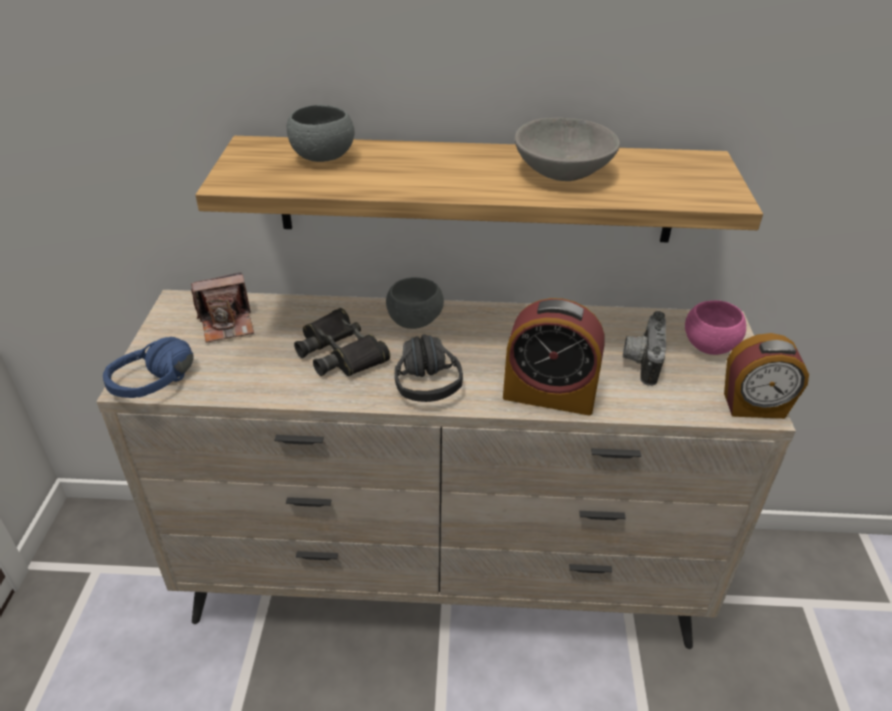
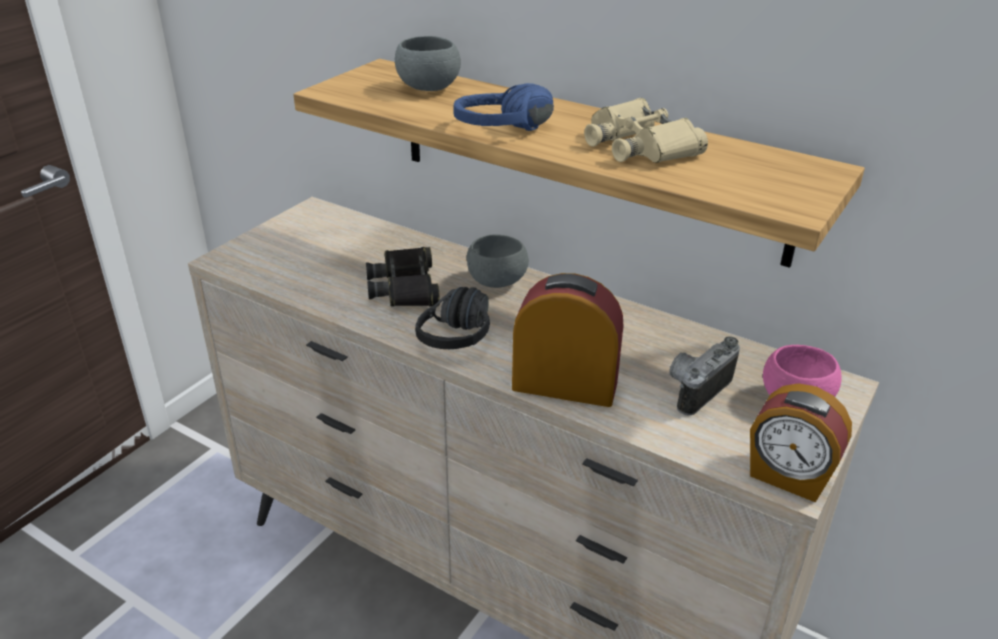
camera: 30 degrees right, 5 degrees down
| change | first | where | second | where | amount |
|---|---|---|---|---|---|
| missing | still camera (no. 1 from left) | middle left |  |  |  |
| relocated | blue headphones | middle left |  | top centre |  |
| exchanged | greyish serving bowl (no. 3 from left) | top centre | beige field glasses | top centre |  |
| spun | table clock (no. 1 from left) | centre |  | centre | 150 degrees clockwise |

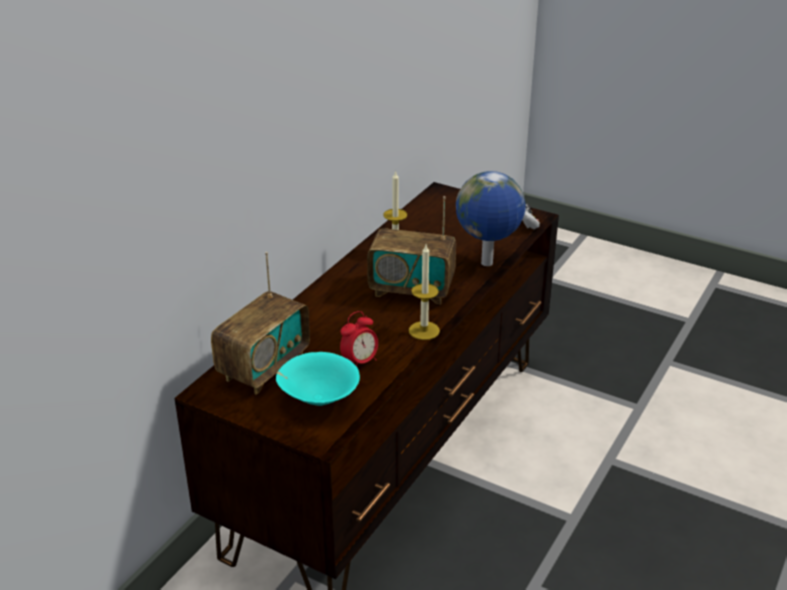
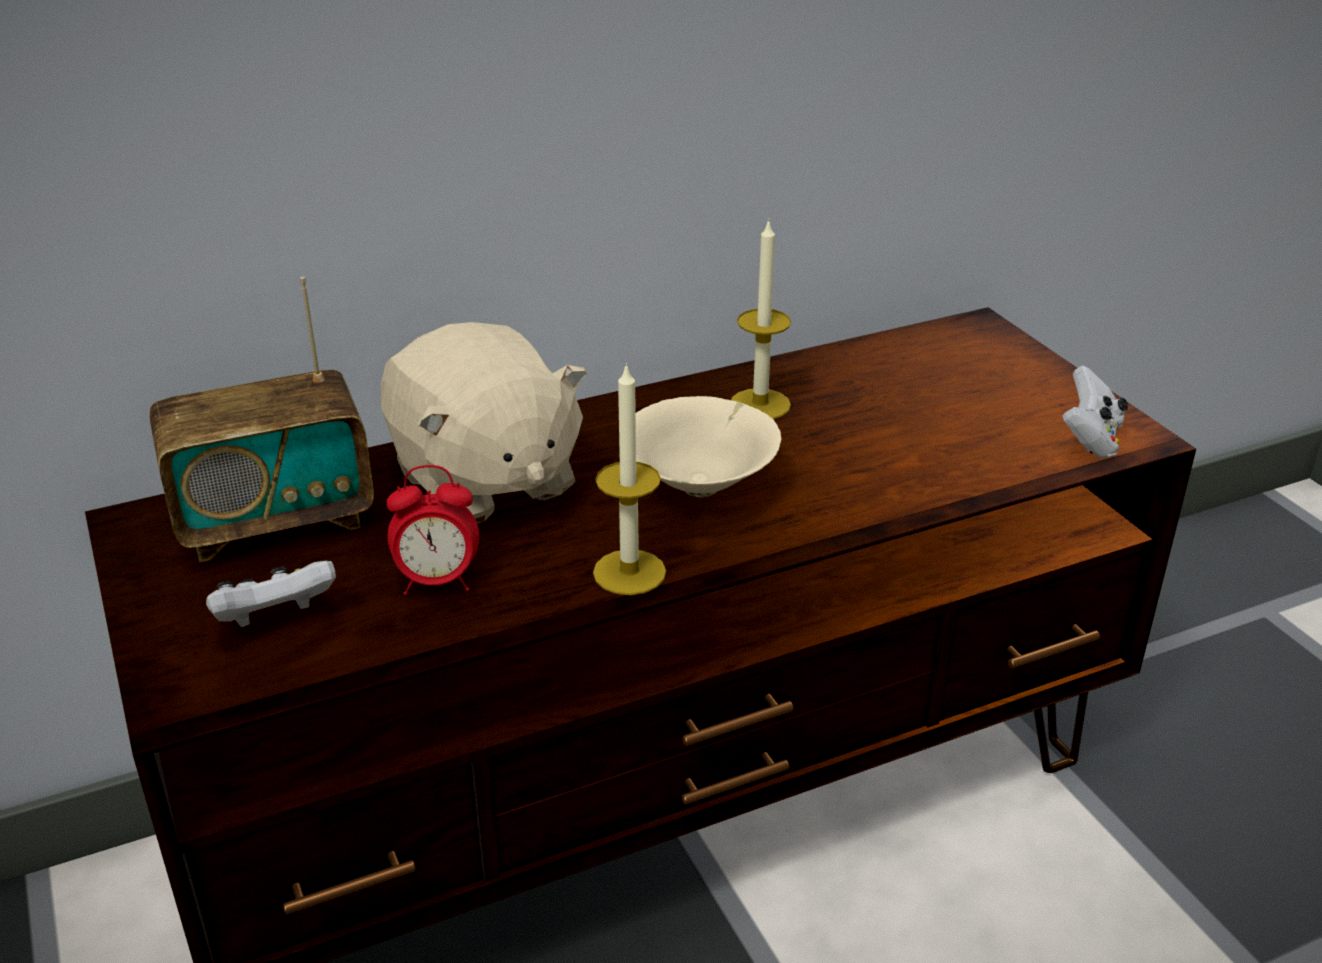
camera: 35 degrees right, 0 degrees up
| change | first | where | second | where | amount |
|---|---|---|---|---|---|
| missing | globe | centre |  |  |  |
| appeared |  |  | beige cuddly toy | centre |  |
| exchanged | turquoise-coloured serving bowl | centre | white-coloured joypad (no. 1 from left) | middle left |  |
| exchanged | radio (no. 2 from left) | centre | beige serving bowl | centre |  |

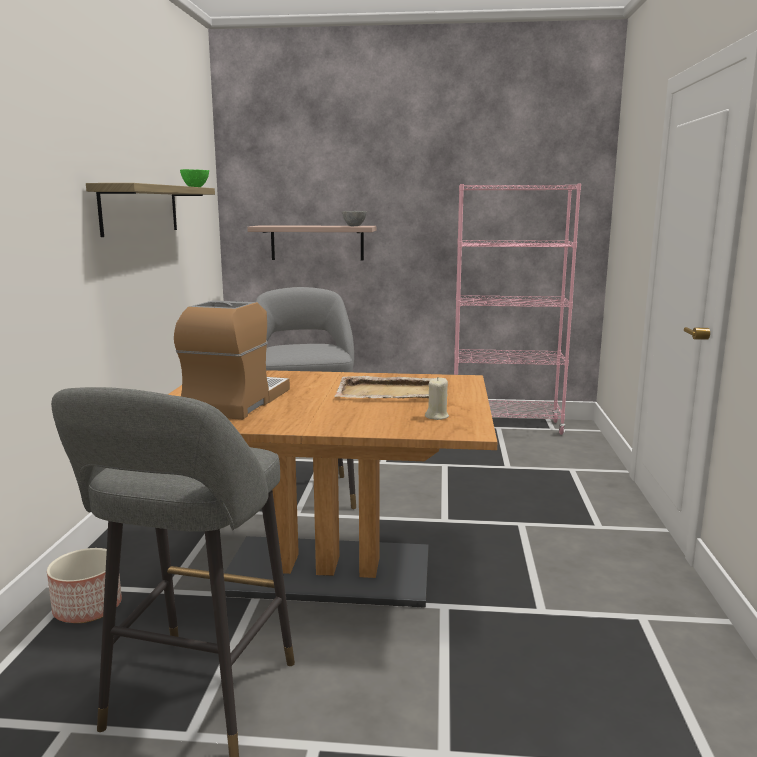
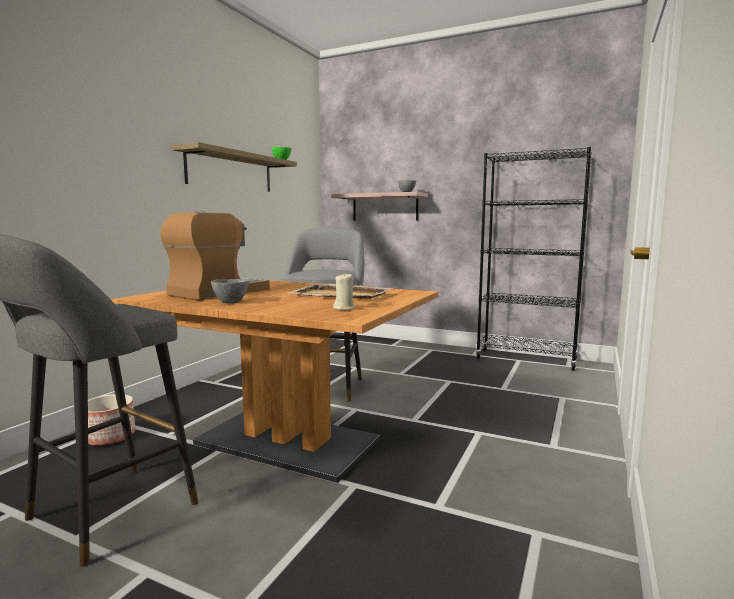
camera: 20 degrees right, 5 degrees down
| change | first | where | second | where | amount |
|---|---|---|---|---|---|
| appeared |  |  | greyish serving bowl (no. 1 from left) | middle left |  |
| colour | pink bookcase | middle right | black bookcase | middle right |  |

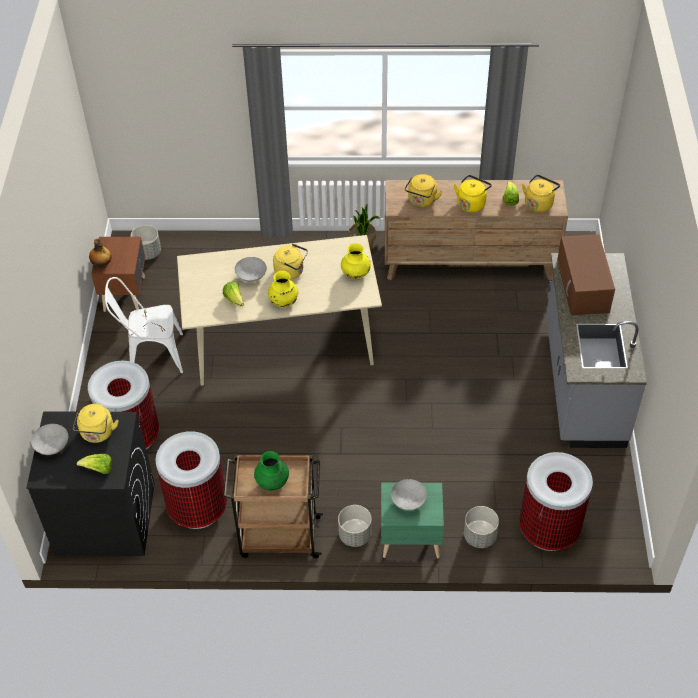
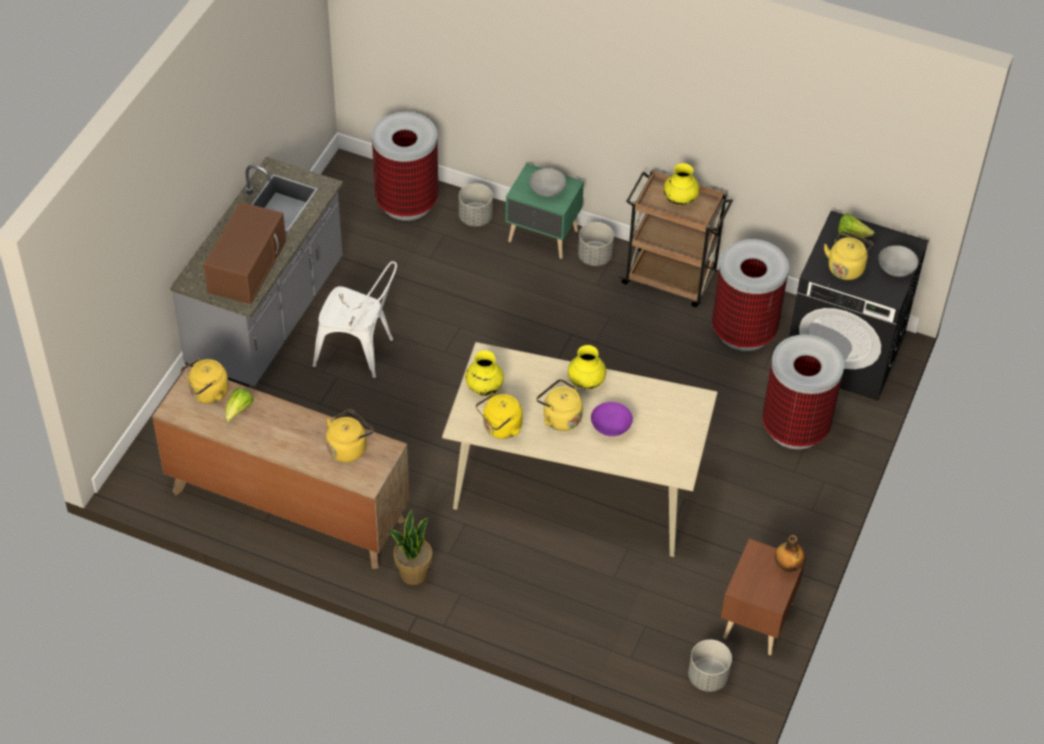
camera: 160 degrees left, 0 degrees up
| change | first | where | second | where | amount |
|---|---|---|---|---|---|
| missing | lettuce (no. 2 from left) | centre |  |  |  |
| relocated | white-coloured chair | middle left |  | centre |  |
| relocated | yellowish water kettle (no. 4 from left in the first image) | top right | yellowish water kettle (no. 3 from left) | centre |  |
| colour | greyish serving bowl (no. 2 from left) | centre | purple serving bowl | centre |  |
| colour | green-coloured vase | bottom centre | yellowish vase (no. 3 from left) | top centre |  |

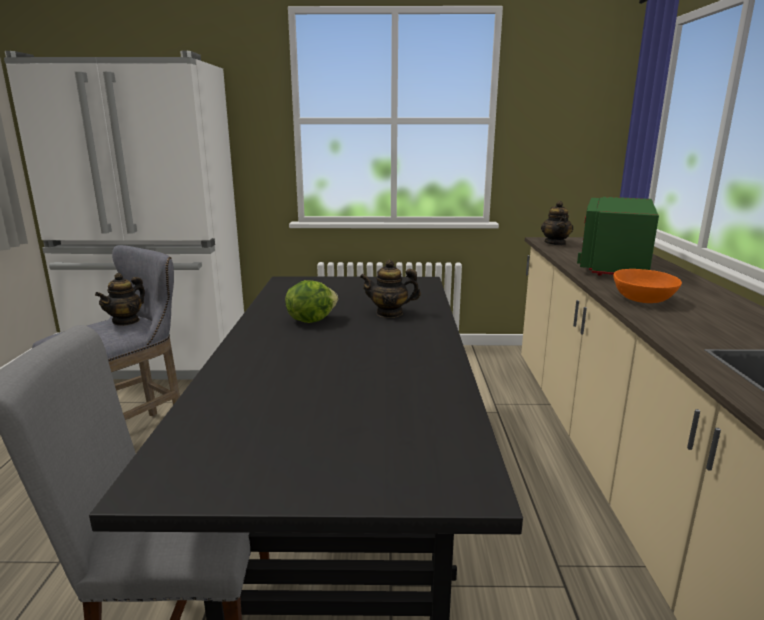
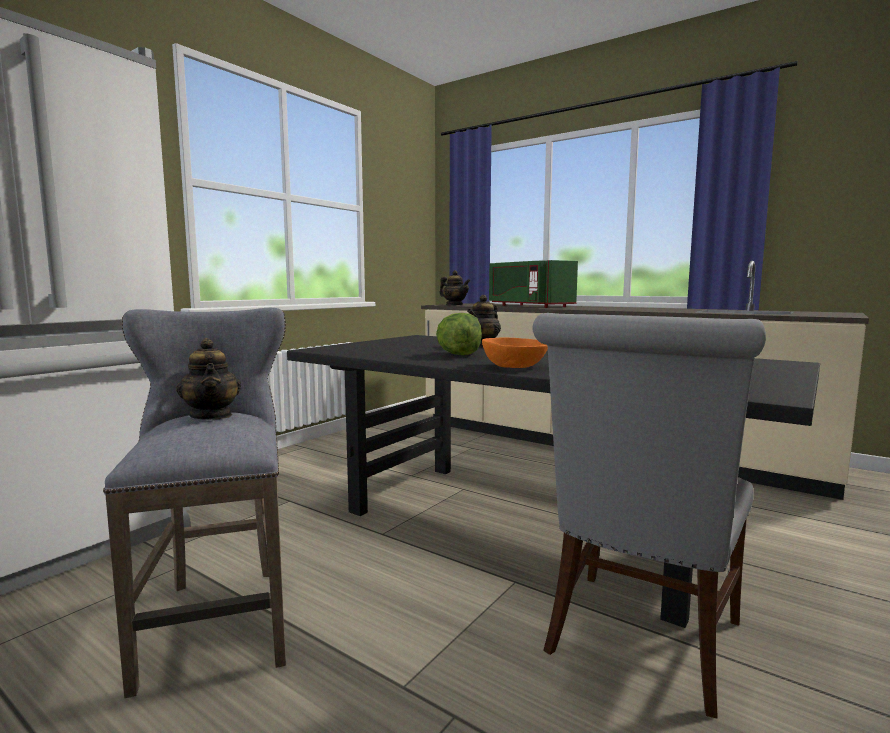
camera: 55 degrees left, 10 degrees down
| change | first | where | second | where | amount |
|---|---|---|---|---|---|
| relocated | orange serving bowl | middle right |  | centre |  |

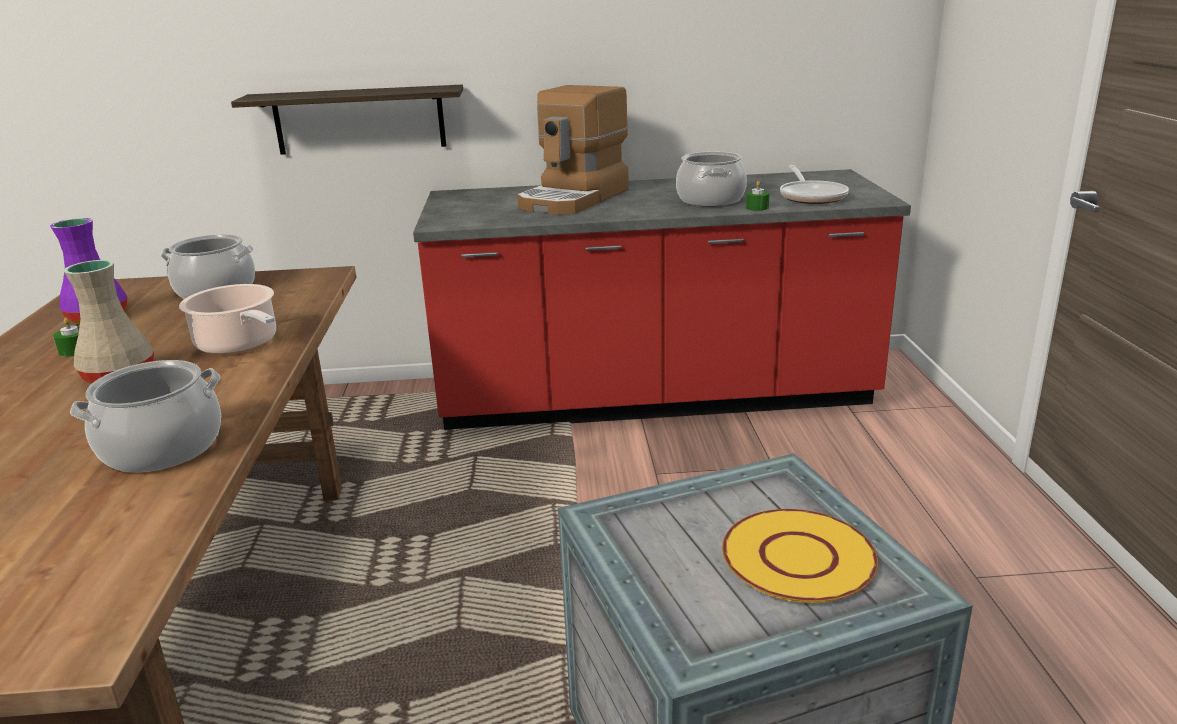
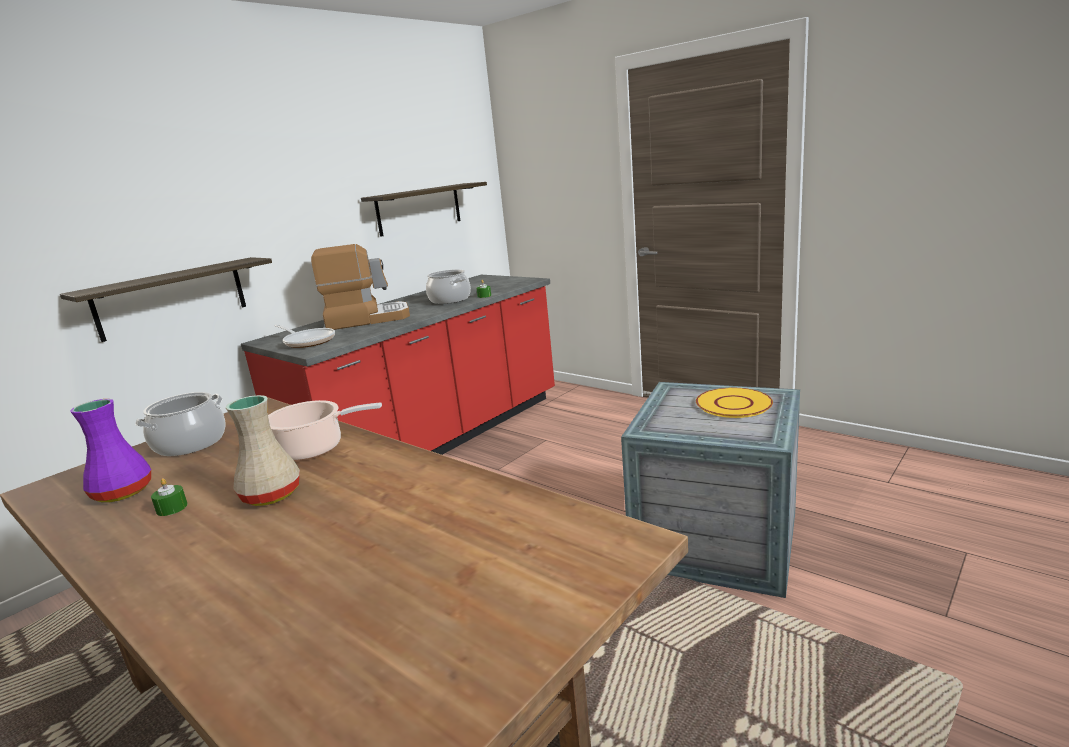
camera: 45 degrees left, 5 degrees down
| change | first | where | second | where | amount |
|---|---|---|---|---|---|
| missing | saucepot (no. 1 from left) | middle left |  |  |  |
| appeared |  |  | wall shelf (no. 2 from left) | top centre |  |
| relocated | frying pan | top right |  | middle left |  |
| spun | coffee maker | top centre |  | centre | 90 degrees counterclockwise |

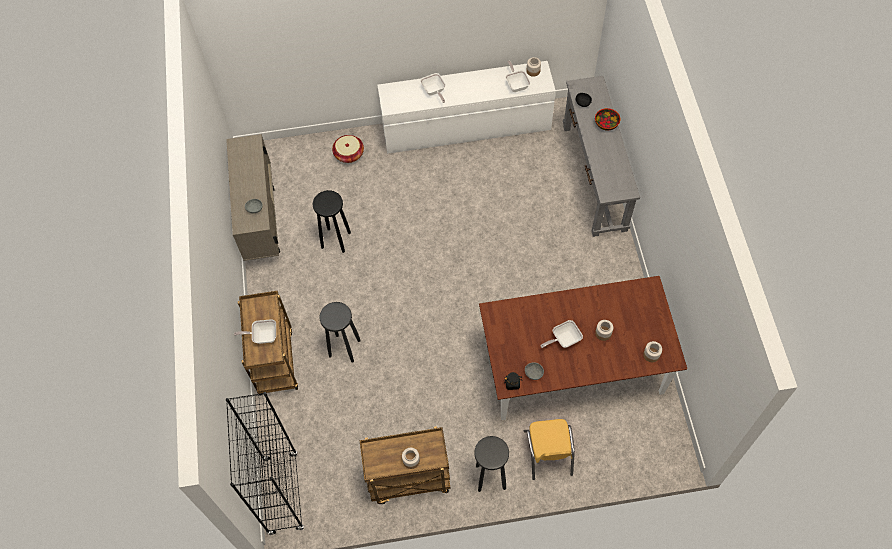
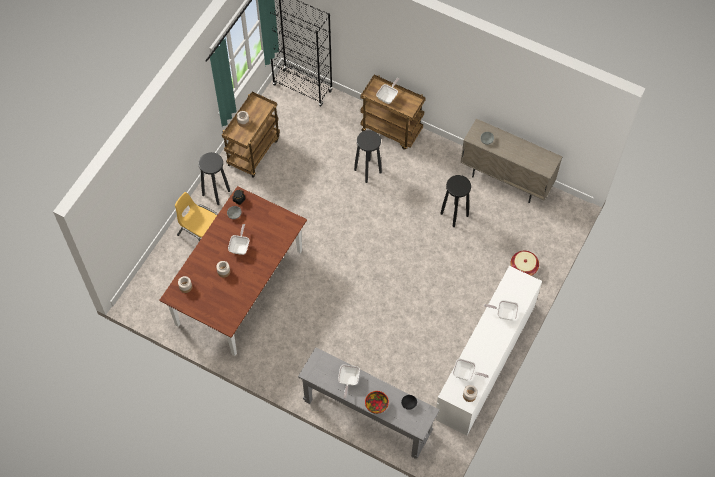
camera: 125 degrees right, 0 degrees up
| change | first | where | second | where | amount |
|---|---|---|---|---|---|
| appeared |  |  | frying pan (no. 2 from left) | bottom centre |  |

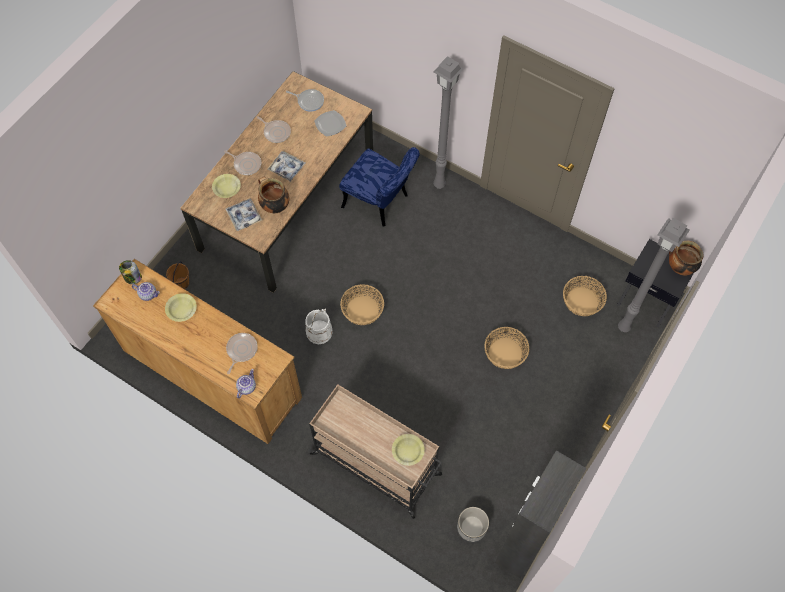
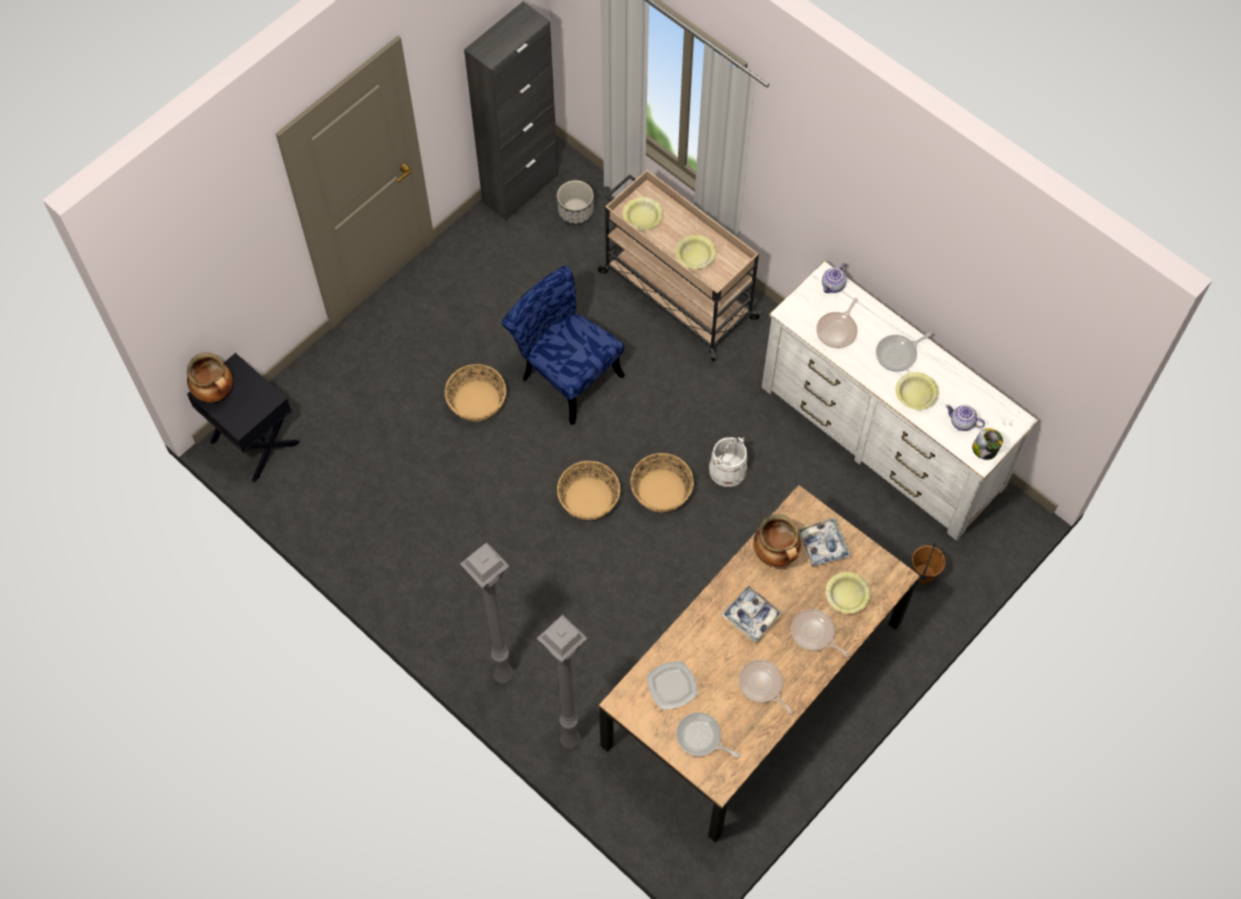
camera: 170 degrees left, 0 degrees up
| change | first | where | second | where | amount |
|---|---|---|---|---|---|
| appeared |  |  | yellowish serving bowl (no. 2 from left) | top centre |  |
| appeared |  |  | frying pan (no. 5 from left) | middle right |  |
| relocated | blue chair | top centre |  | centre |  |
| relocated | household basket (no. 3 from left in the first image) | middle right | household basket (no. 2 from left) | centre |  |
| relocated | greyish standing lamp (no. 2 from left) | middle right |  | bottom centre |  |
| colour | brownish chest of drawers | middle left | white-coloured chest of drawers | middle right |  |

